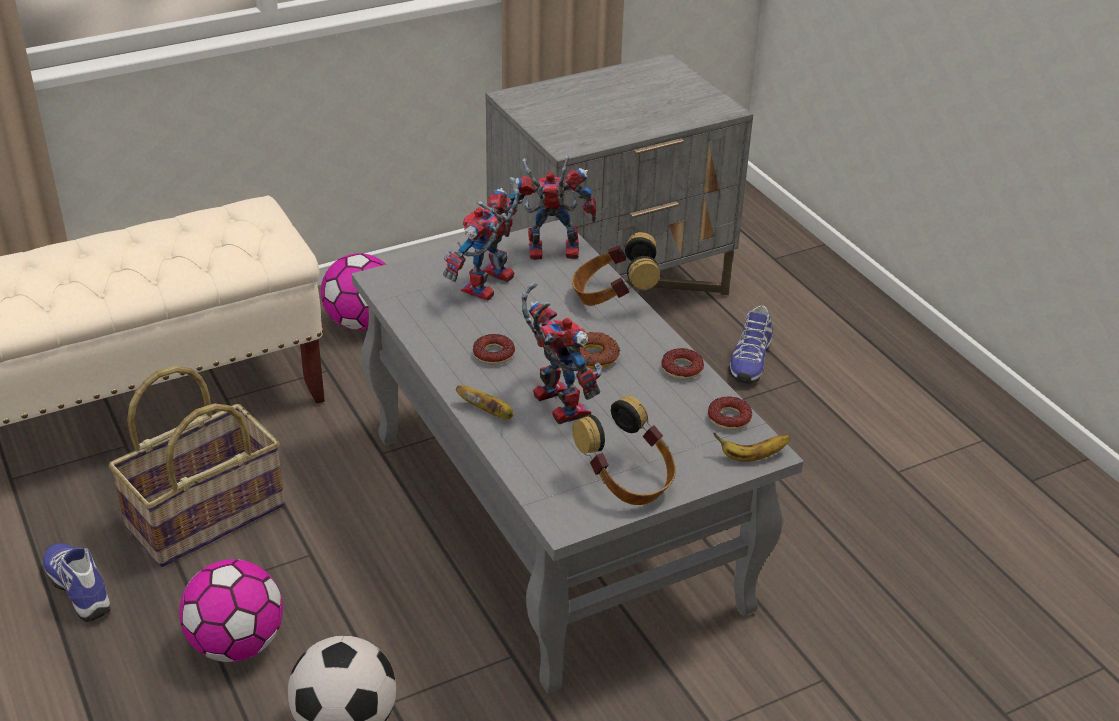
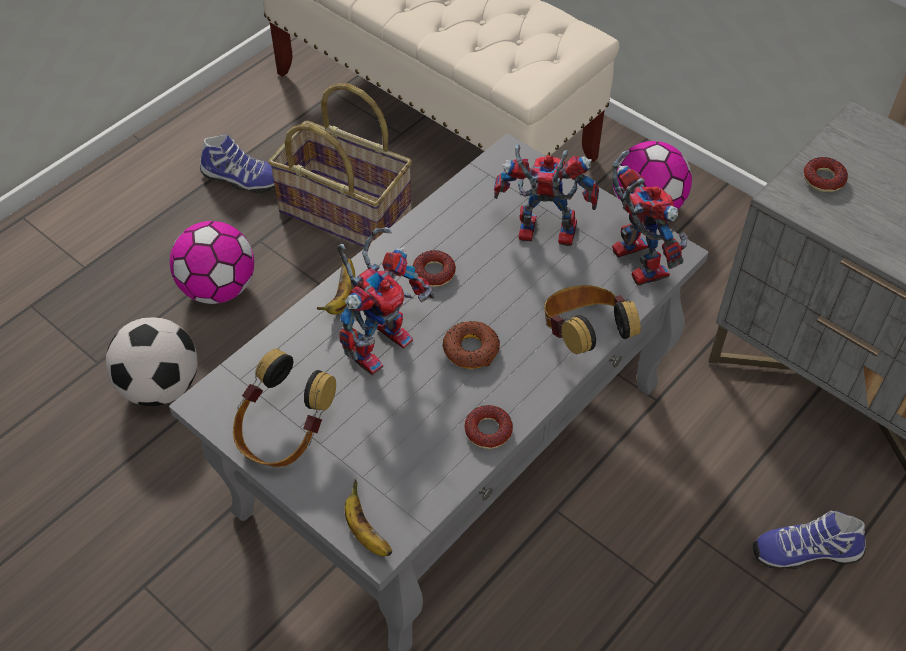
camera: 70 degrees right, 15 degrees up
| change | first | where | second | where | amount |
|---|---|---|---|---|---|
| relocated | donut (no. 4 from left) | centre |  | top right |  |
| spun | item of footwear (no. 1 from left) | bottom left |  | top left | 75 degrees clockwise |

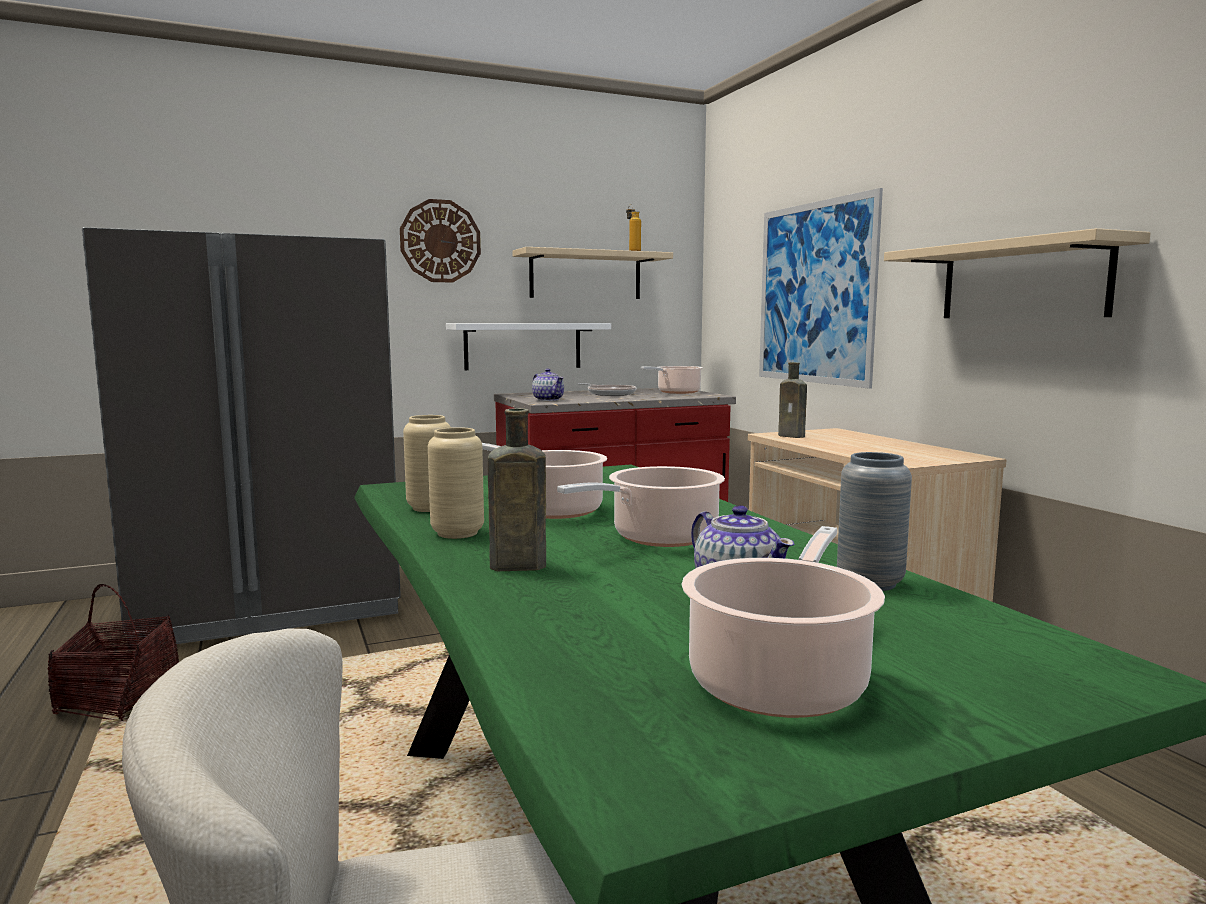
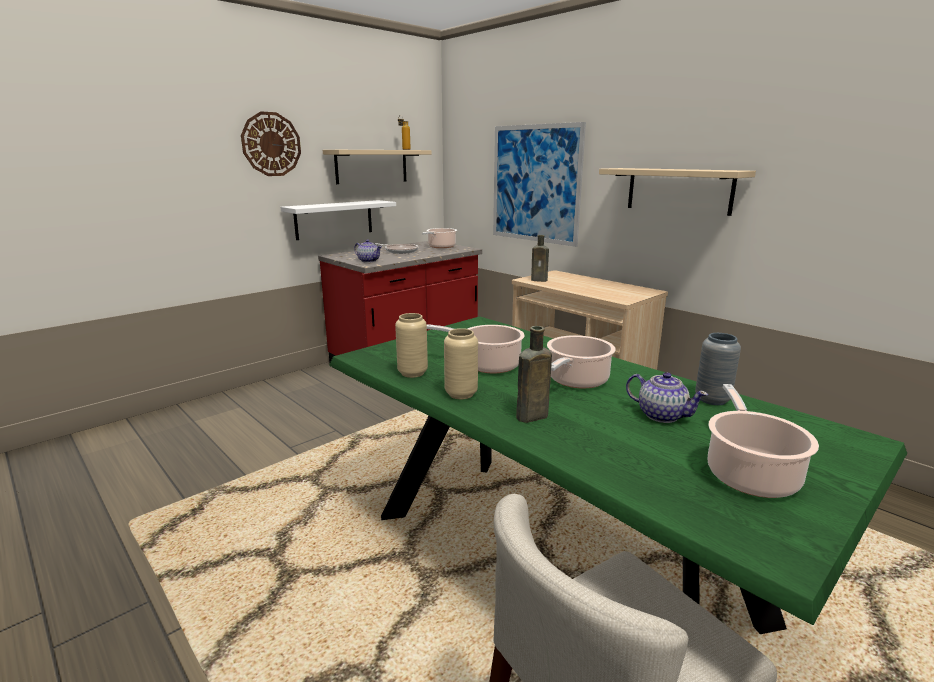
camera: 20 degrees left, 10 degrees up
| change | first | where | second | where | amount |
|---|---|---|---|---|---|
| missing | household basket | bottom left |  |  |  |
| missing | greyish refrigerator | middle left |  |  |  |

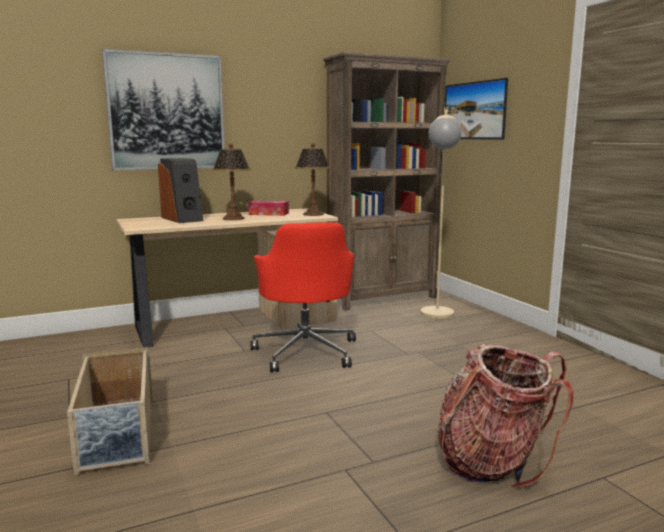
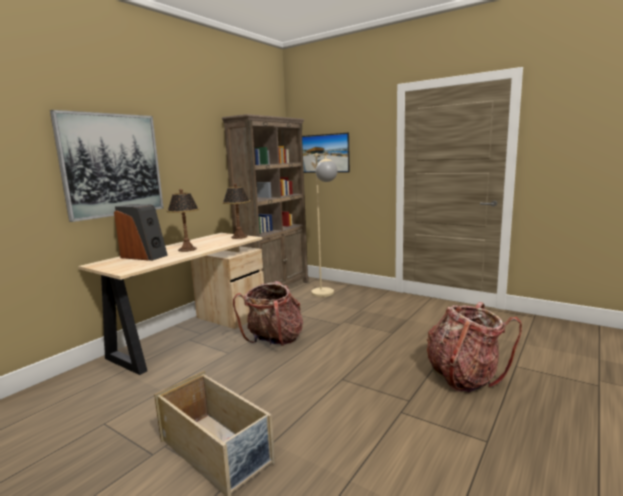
camera: 30 degrees left, 0 degrees up
| change | first | where | second | where | amount |
|---|---|---|---|---|---|
| missing | tissue holder | centre |  |  |  |
| exchanged | red desk chair | centre | knapsack (no. 1 from left) | centre |  |

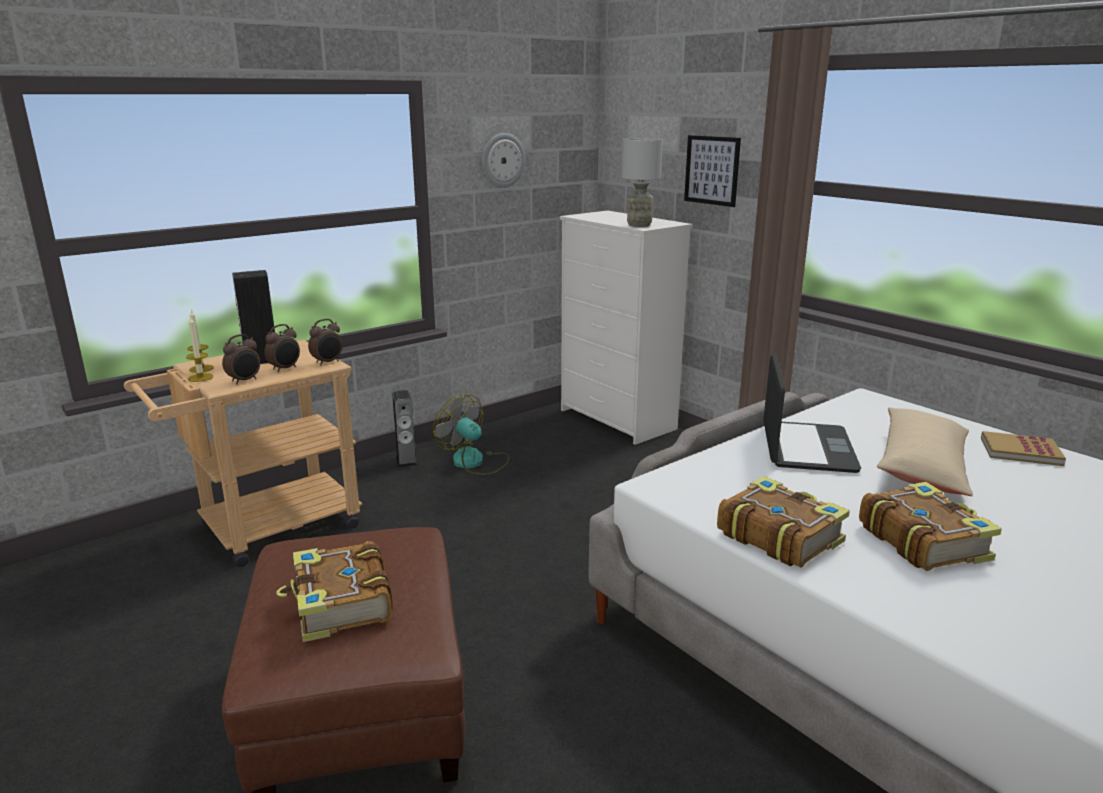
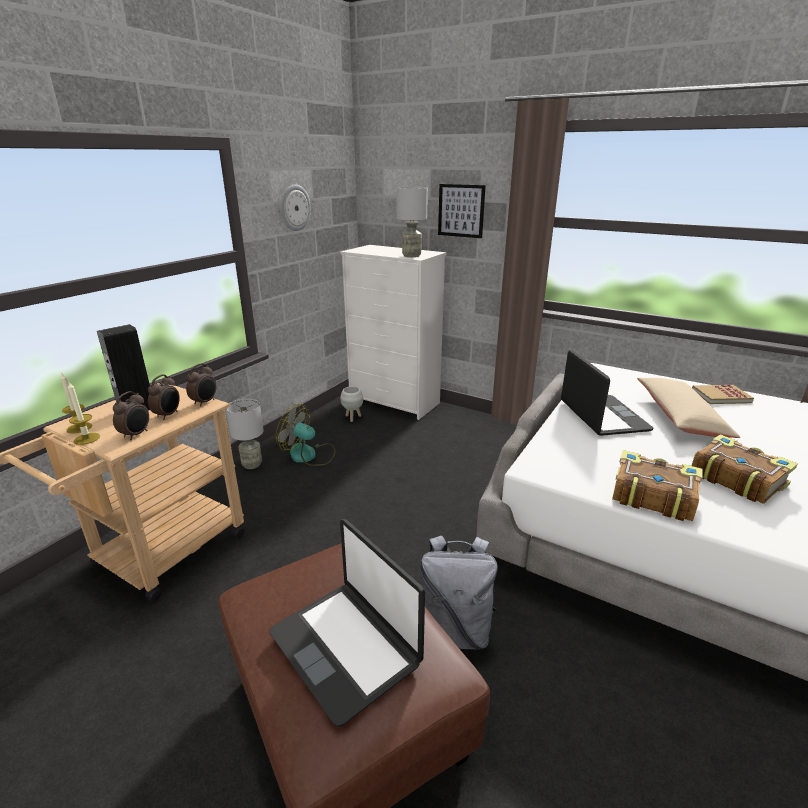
camera: 20 degrees left, 5 degrees up
| change | first | where | second | where | amount |
|---|---|---|---|---|---|
| appeared |  |  | white-coloured planter | centre |  |
| appeared |  |  | greyish knapsack | bottom centre |  |
| exchanged | book (no. 1 from left) | bottom left | laptop (no. 1 from left) | bottom centre |  |
| exchanged | speaker (no. 2 from left) | centre | greyish lamp for a table (no. 1 from left) | middle left |  |

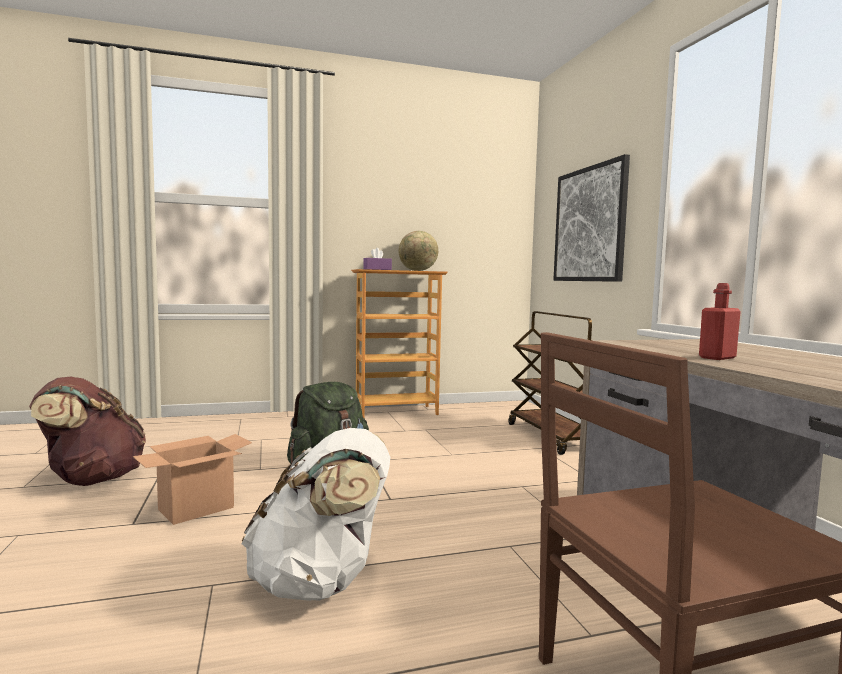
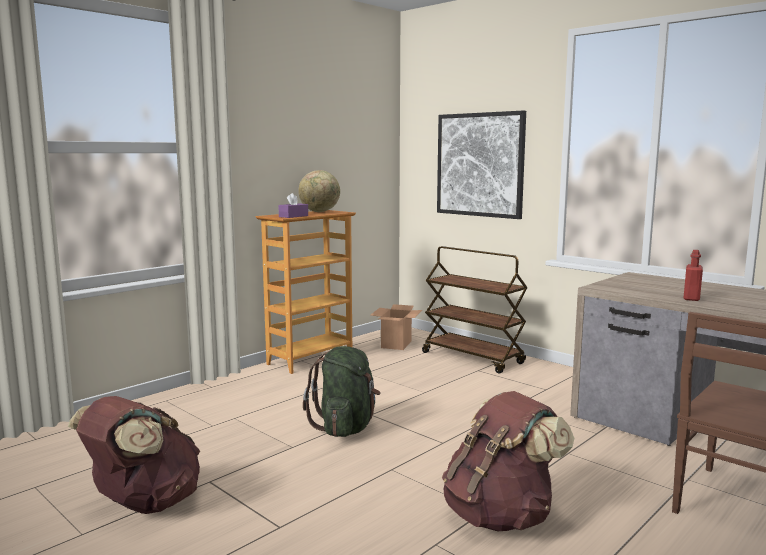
camera: 30 degrees left, 5 degrees up
| change | first | where | second | where | amount |
|---|---|---|---|---|---|
| relocated | cardboard box | bottom left |  | centre |  |
| colour | white-coloured knapsack | bottom centre | brownish knapsack (no. 2 from left) | bottom centre |  |

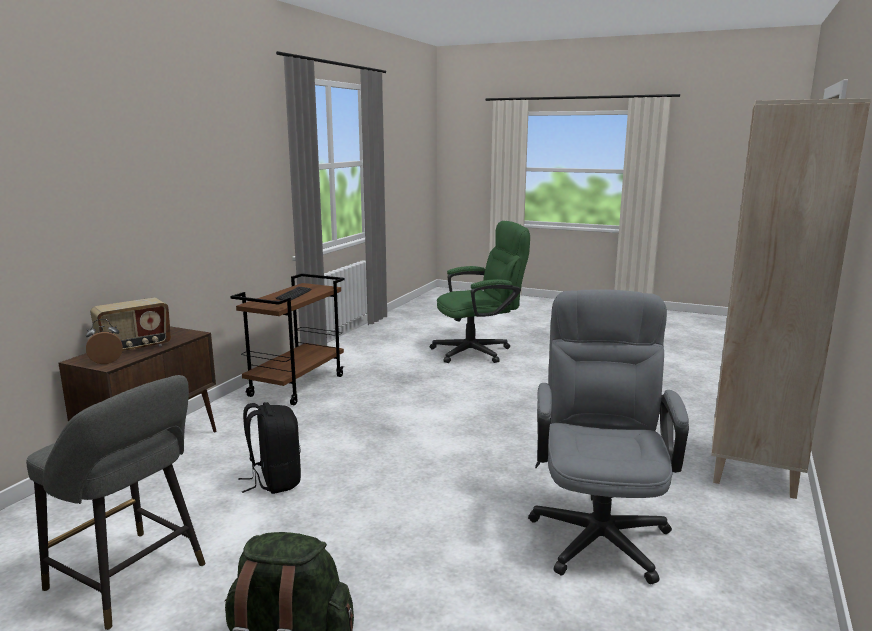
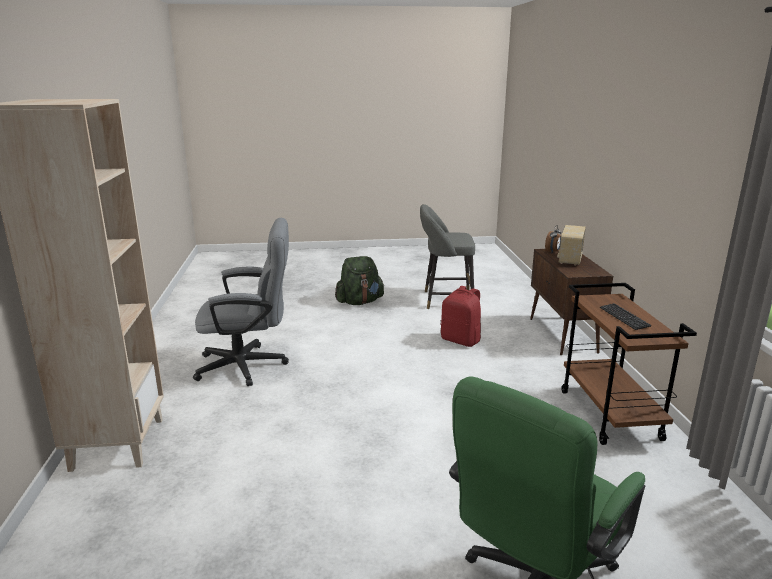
camera: 150 degrees right, 5 degrees up
| change | first | where | second | where | amount |
|---|---|---|---|---|---|
| colour | black knapsack | bottom left | red knapsack | centre |  |
| spun | greyish desk chair | bottom right |  | middle left | 75 degrees counterclockwise |

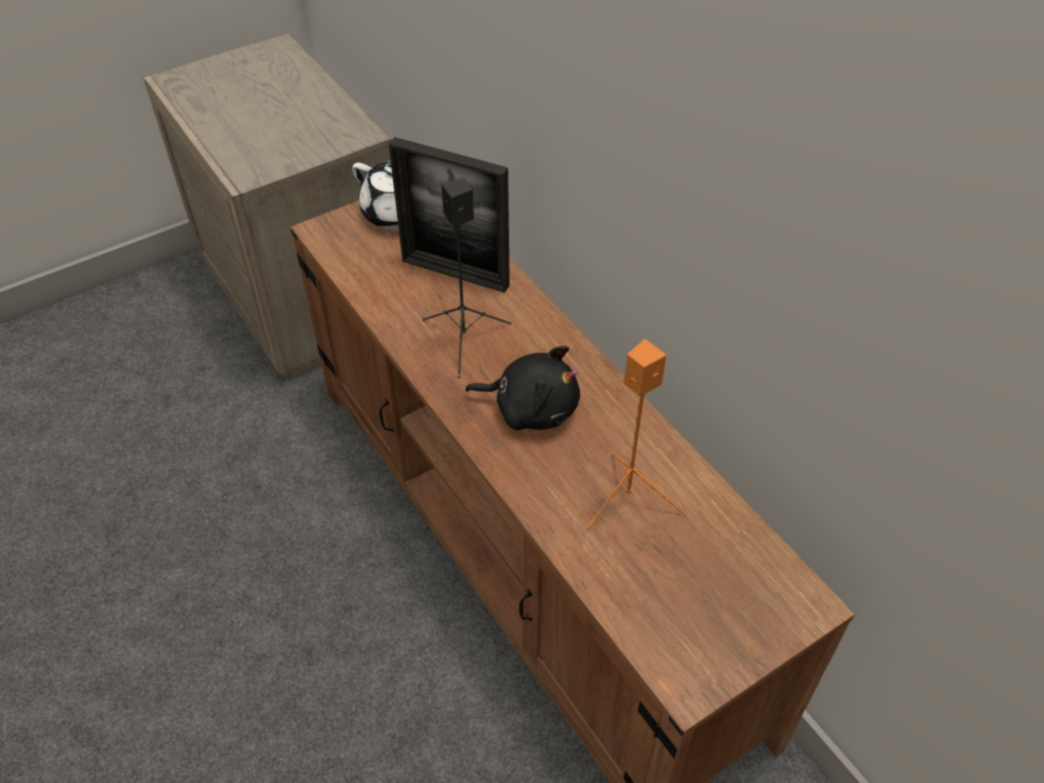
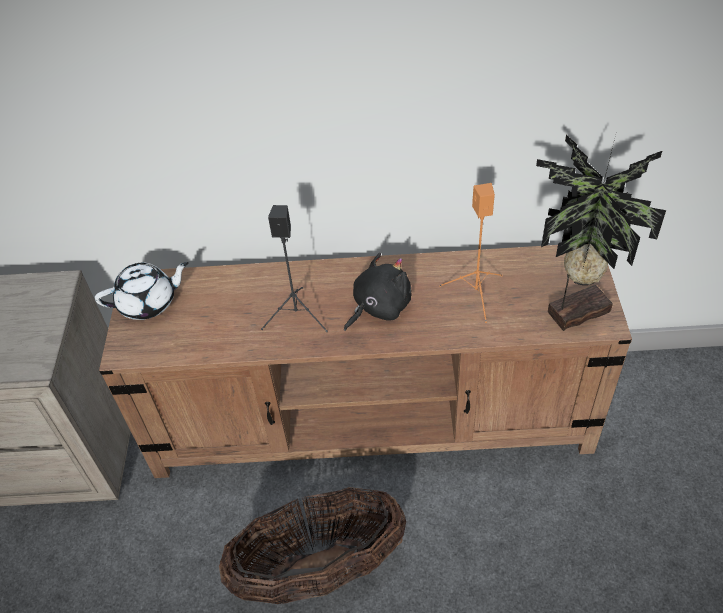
camera: 55 degrees left, 0 degrees up
| change | first | where | second | where | amount |
|---|---|---|---|---|---|
| missing | picture frame | top centre |  |  |  |
| appeared |  |  | household basket | bottom centre |  |
| appeared |  |  | potted plant | middle right |  |

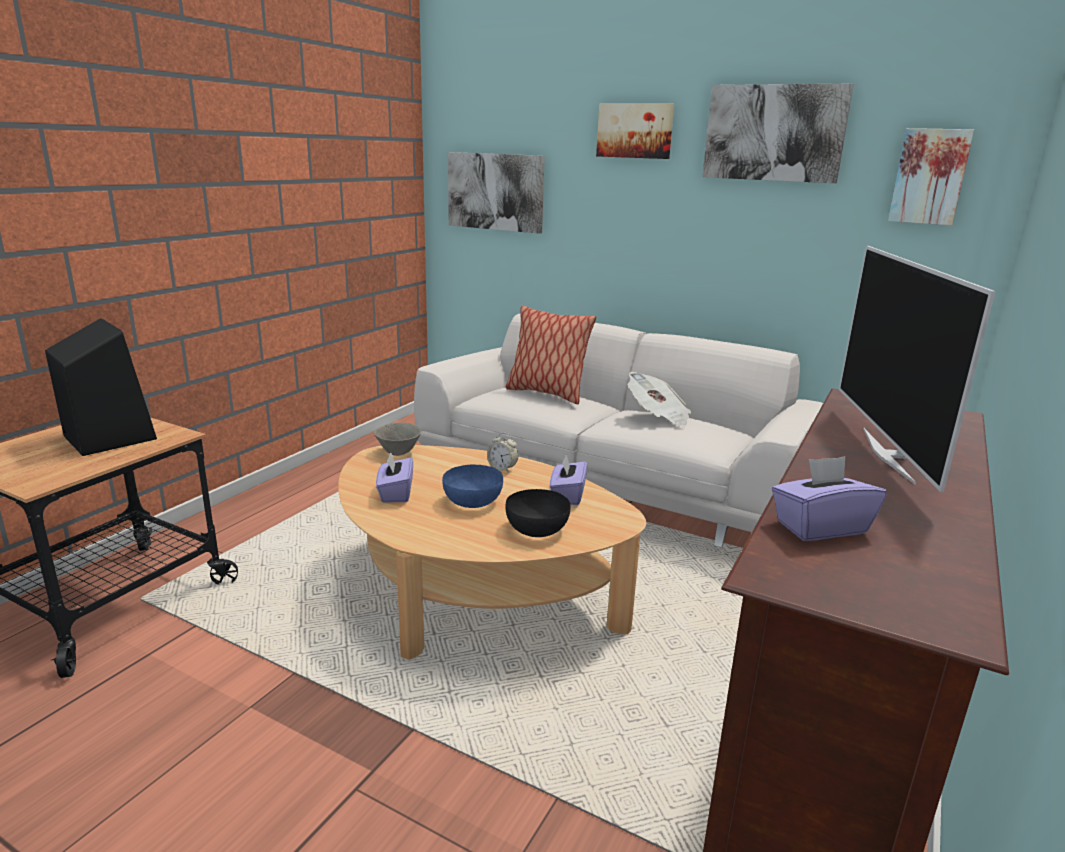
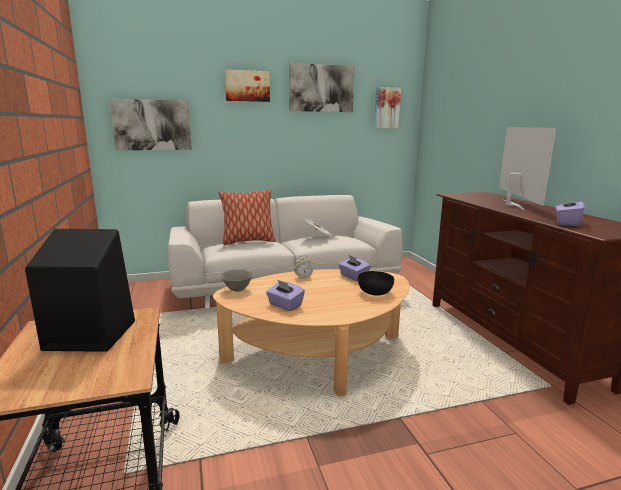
camera: 45 degrees left, 5 degrees down
| change | first | where | second | where | amount |
|---|---|---|---|---|---|
| missing | blue serving bowl | centre |  |  |  |
| spun | TV | middle right |  | middle right | 135 degrees counterclockwise |

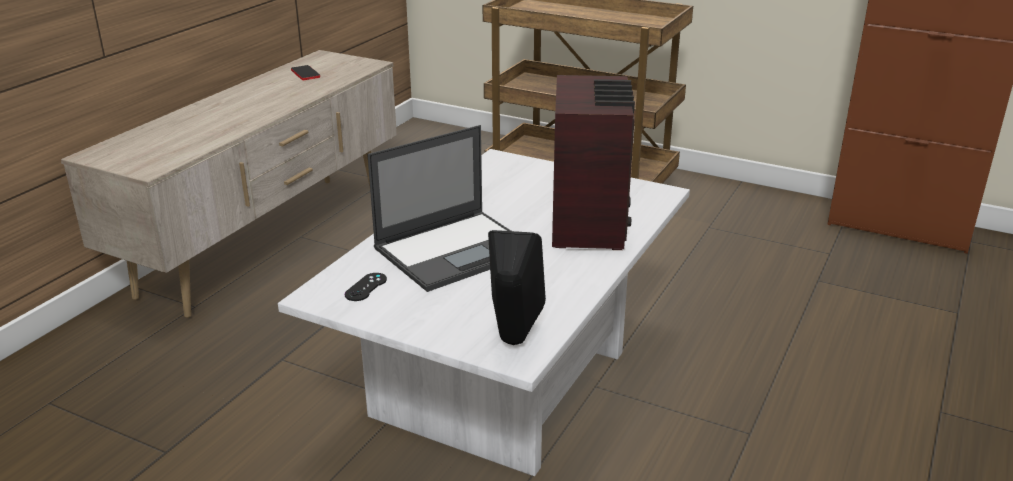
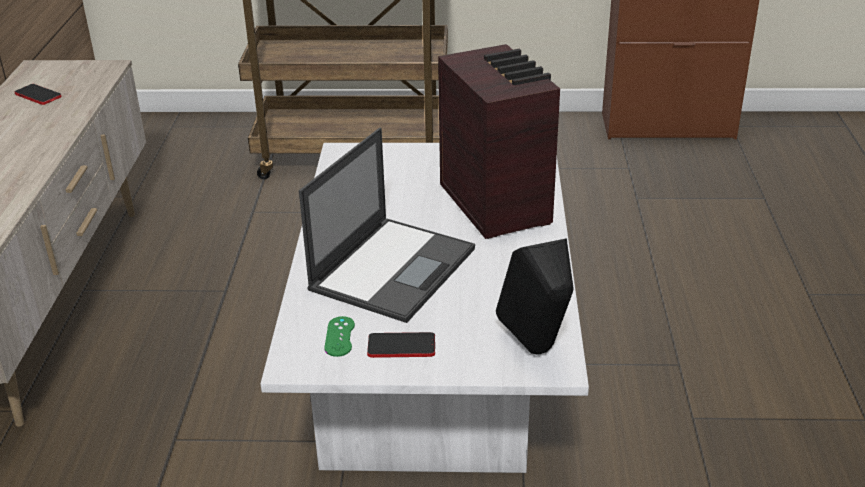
camera: 25 degrees left, 5 degrees up
| change | first | where | second | where | amount |
|---|---|---|---|---|---|
| appeared |  |  | telephone (no. 2 from left) | bottom centre |  |
| colour | black joypad | centre | green-coloured joypad | bottom centre |  |

